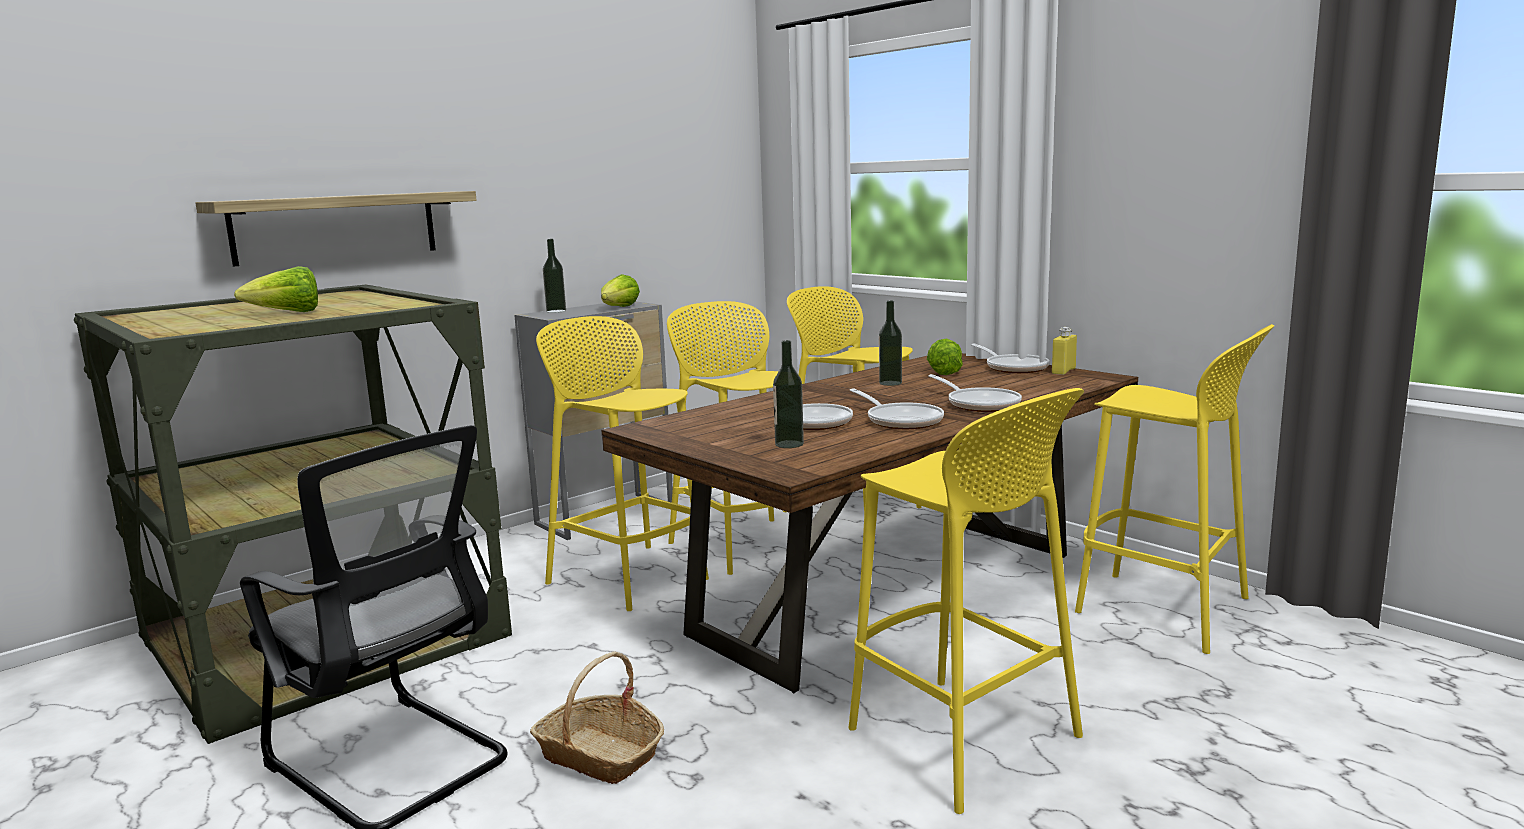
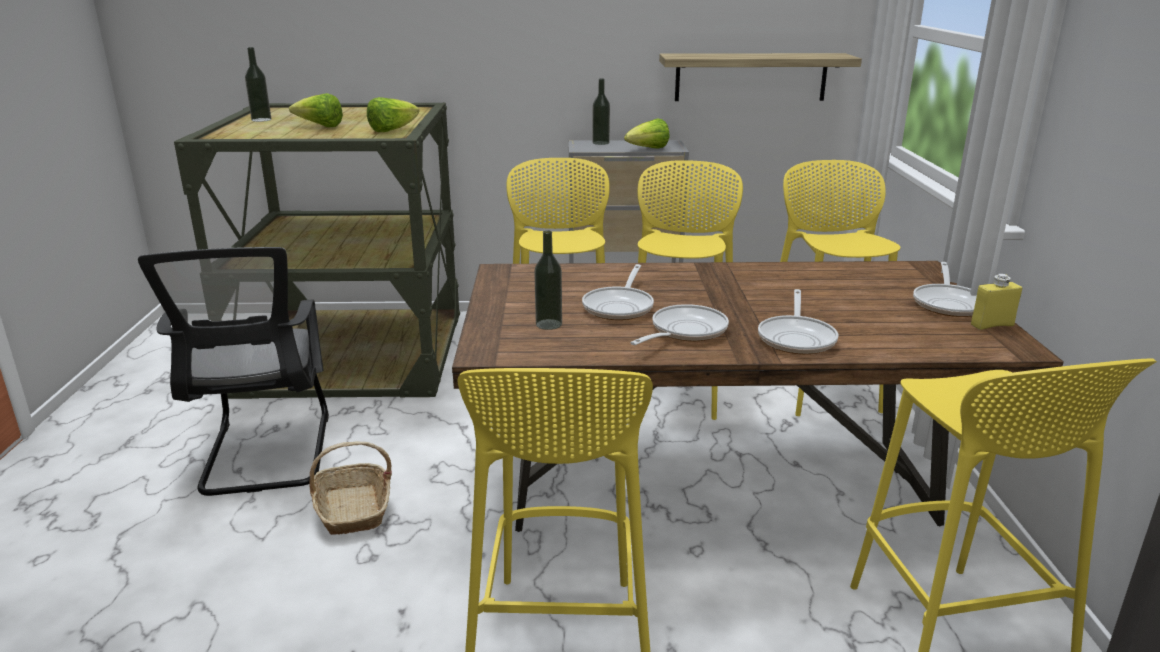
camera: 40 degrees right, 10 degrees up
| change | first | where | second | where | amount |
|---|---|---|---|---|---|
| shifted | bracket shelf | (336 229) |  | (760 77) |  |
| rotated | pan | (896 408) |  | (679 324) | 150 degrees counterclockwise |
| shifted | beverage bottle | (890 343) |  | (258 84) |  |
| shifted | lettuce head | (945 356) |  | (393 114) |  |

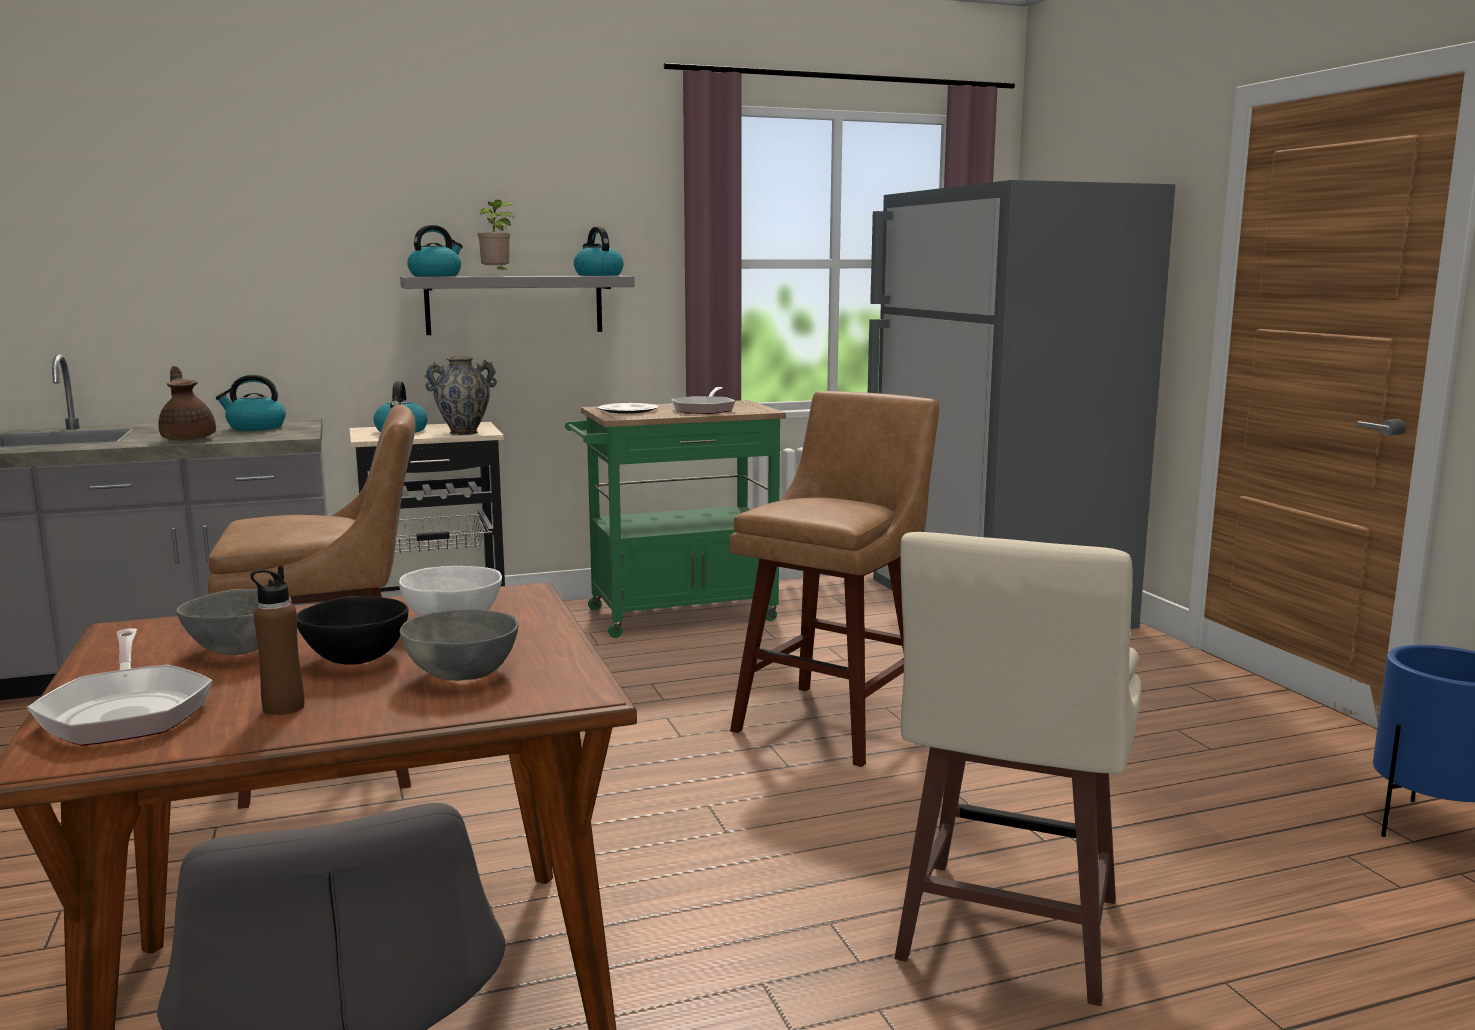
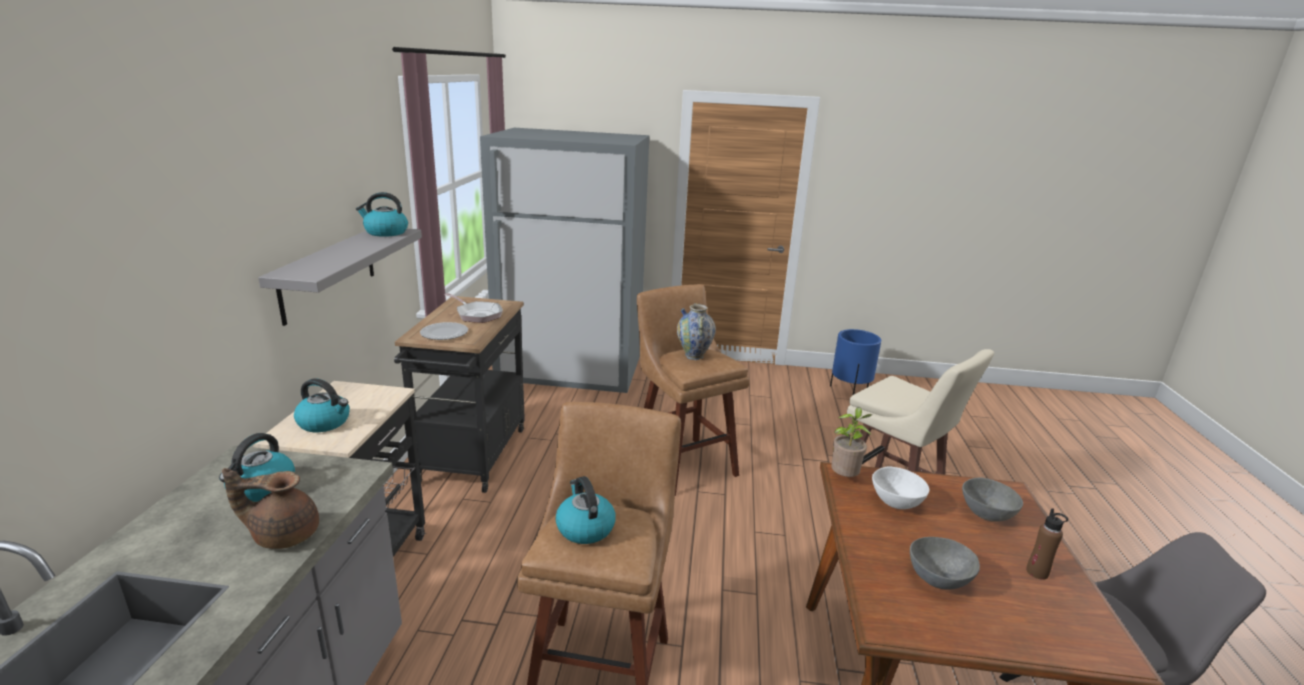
camera: 65 degrees left, 10 degrees up
| change | first | where | second | where | amount |
|---|---|---|---|---|---|
| gone | pan | (119 687) |  |  |  |
| gone | bowl/black | (352 630) |  |  |  |
| shifted | water kettle | (435 250) |  | (586 510) |  |
| shifted | decorative vase | (460 396) |  | (696 331) |  |
| shifted | houseplant | (496 237) |  | (851 442) |  |
| repainted | cart/greenish | (675 519) | cart/black | (459 394) |  |

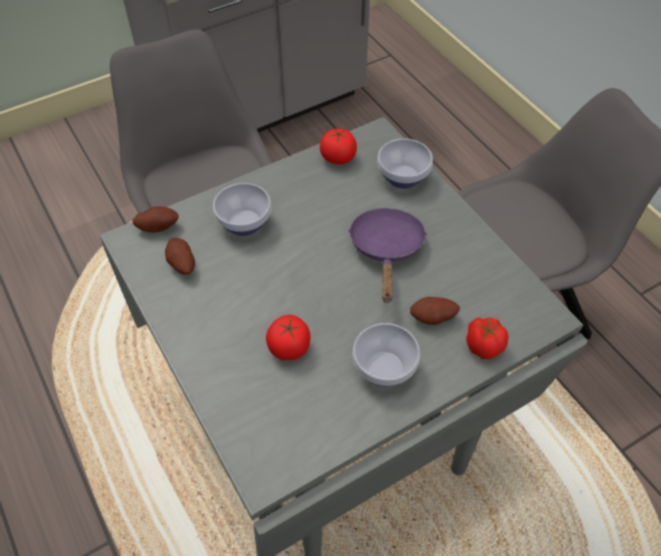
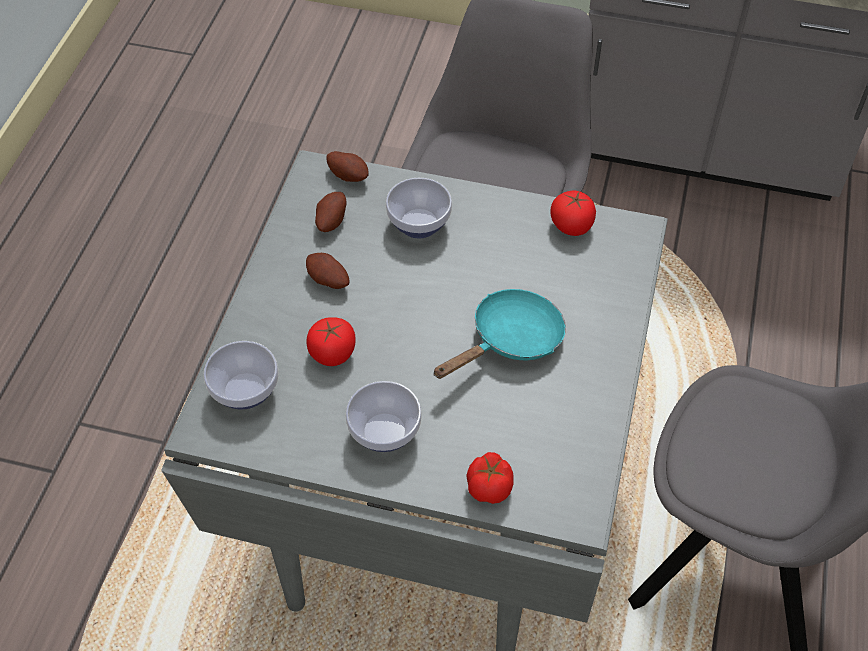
camera: 45 degrees right, 0 degrees up
| change | first | where | second | where | amount |
|---|---|---|---|---|---|
| repainted | pan/purple | (387 255) | pan/blue-green | (499 334) |  |
| shifted | bowl | (405 164) |  | (241 375) |  |
| shifted | spud | (435 311) |  | (328 271) |  |

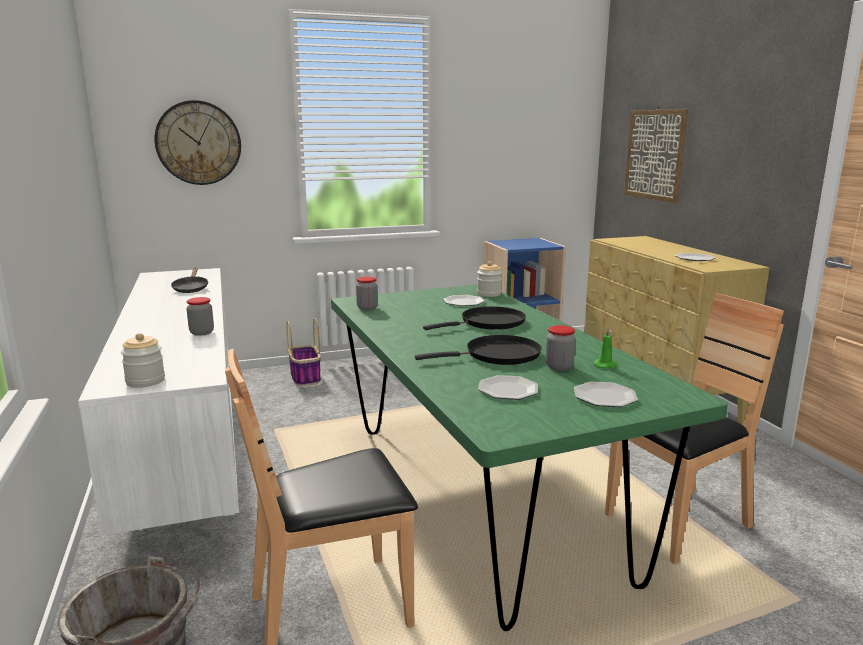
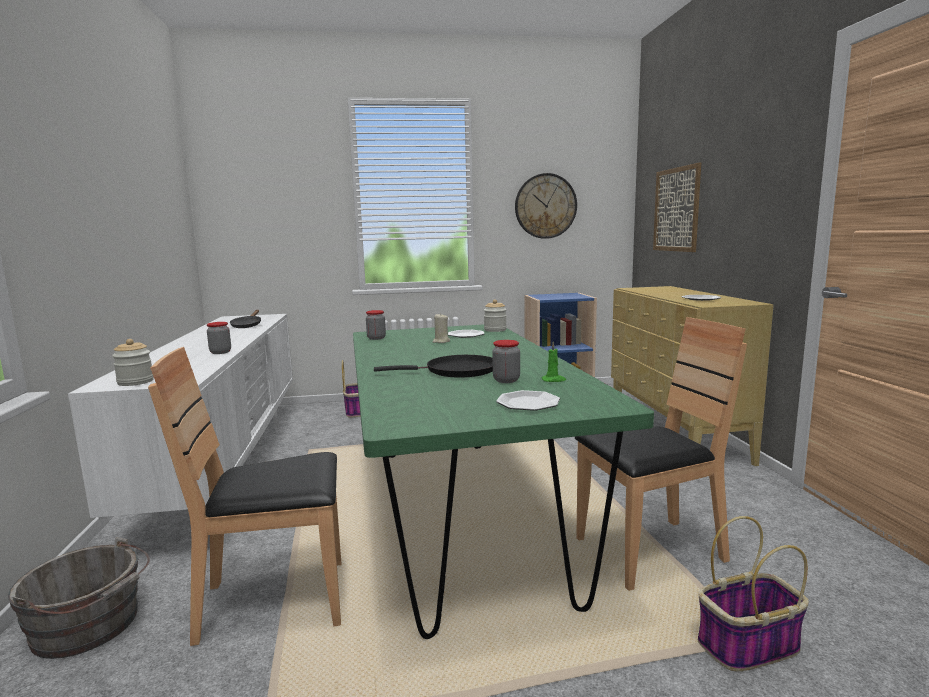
camera: 10 degrees right, 5 degrees down
| change | first | where | second | where | amount |
|---|---|---|---|---|---|
| shifted | hanging clock | (197 142) |  | (546 206) |  |
| gone | pan/black | (474 318) |  |  |  |
| gone | flat dish | (508 387) |  |  |  |
| new |  |  | candle/beige-coloured | (441 328) |  |
| new |  |  | household basket | (753 593) |  |

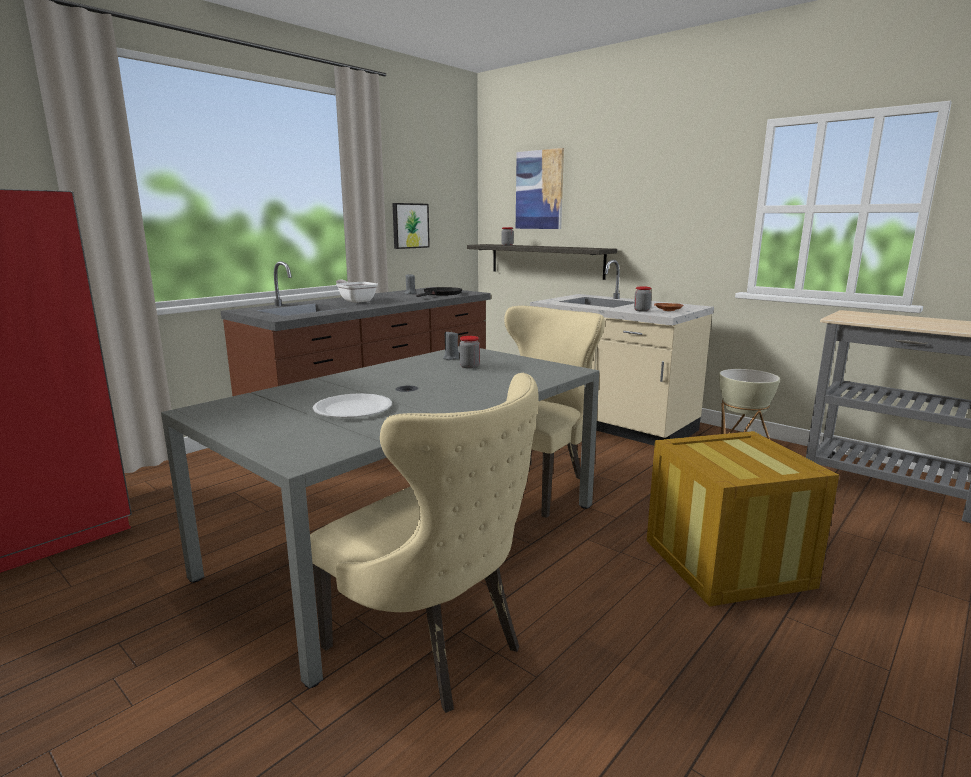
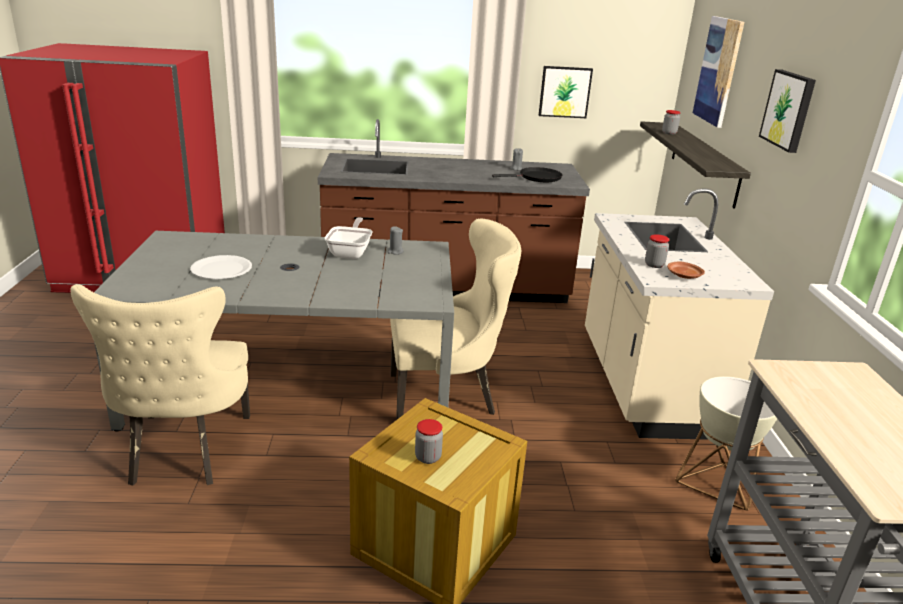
camera: 45 degrees right, 10 degrees up
| change | first | where | second | where | amount |
|---|---|---|---|---|---|
| shifted | pan | (357 291) |  | (348 238) |  |
| shifted | storage jar | (469 352) |  | (429 441) |  |
| new |  |  | picture | (787 111) |  |

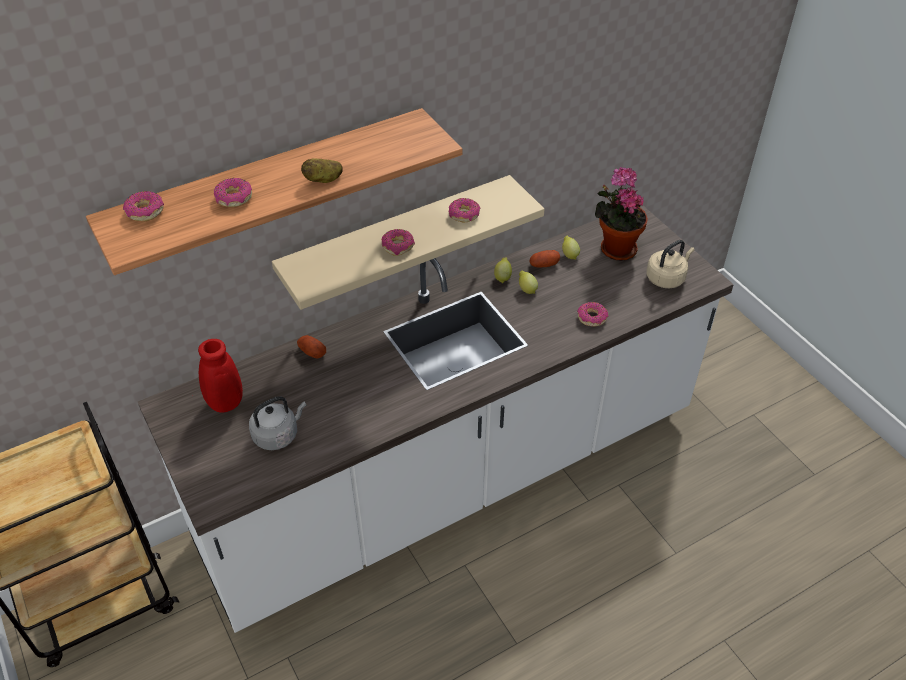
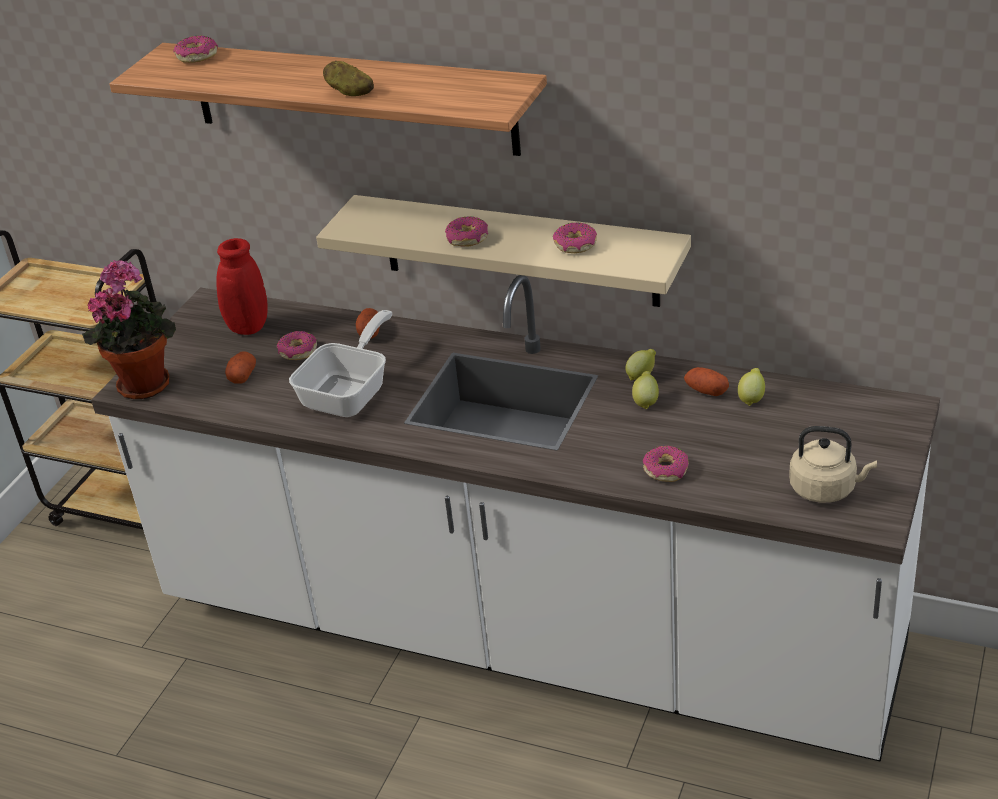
camera: 55 degrees right, 10 degrees down
| change | first | where | second | where | amount |
|---|---|---|---|---|---|
| shifted | ring doughnut | (233 192) |  | (297 345) |  |
| swapped | water kettle/greyish | (277 423) | spud | (240 367) |  |
| shifted | houseplant | (621 214) |  | (129 329) |  |
| new |  |  | pan | (340 363) |  |

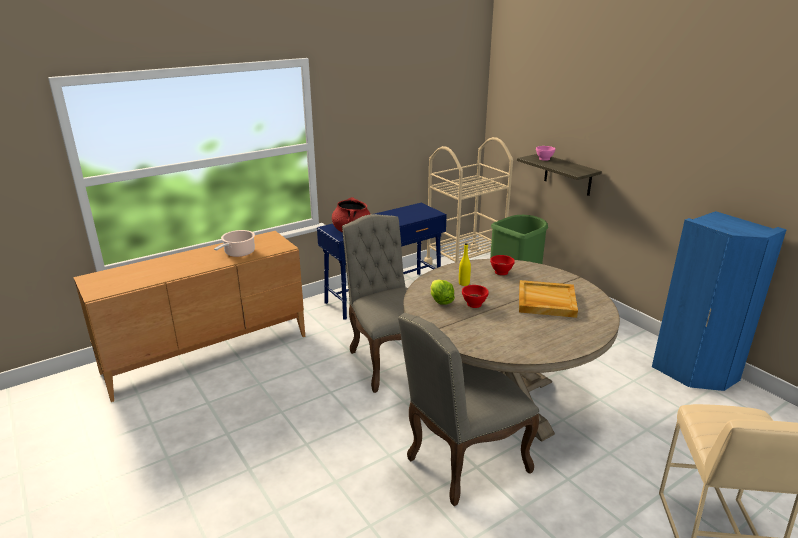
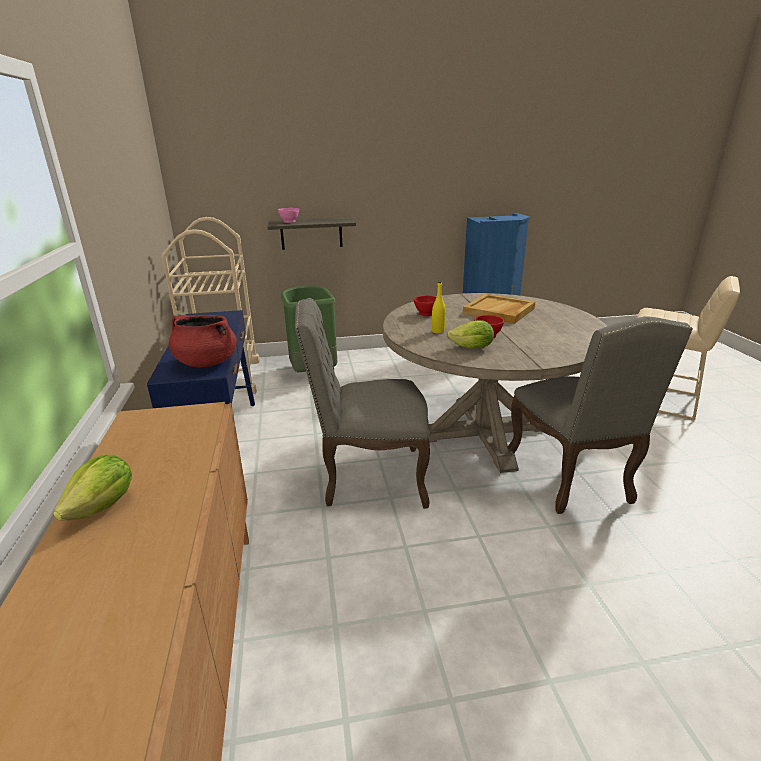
camera: 65 degrees left, 0 degrees up
| change | first | where | second | where | amount |
|---|---|---|---|---|---|
| gone | stockpot | (234 243) |  |  |  |
| new |  |  | lettuce head | (92 488) |  |

